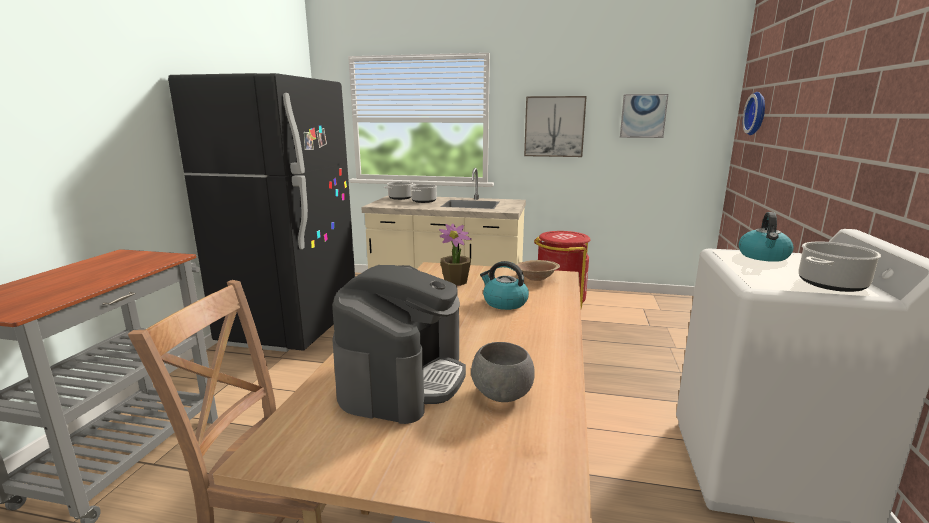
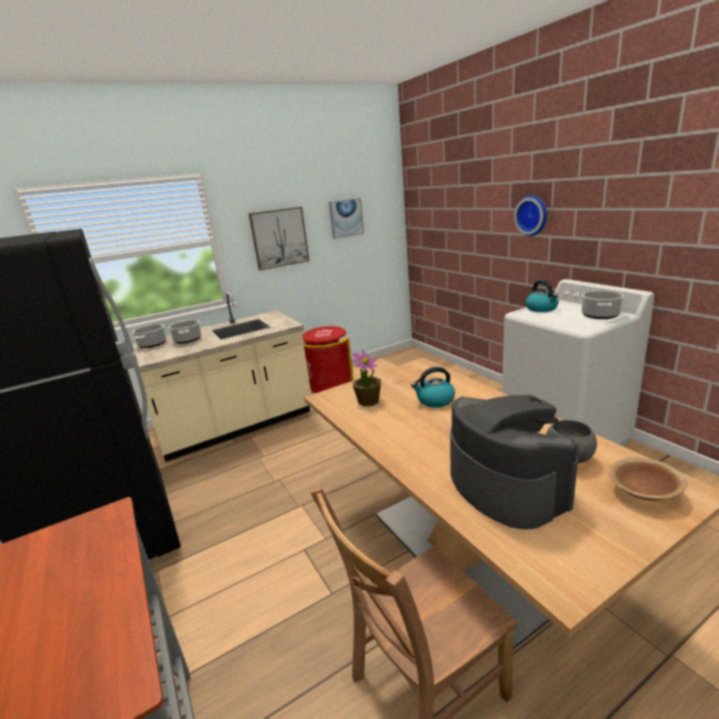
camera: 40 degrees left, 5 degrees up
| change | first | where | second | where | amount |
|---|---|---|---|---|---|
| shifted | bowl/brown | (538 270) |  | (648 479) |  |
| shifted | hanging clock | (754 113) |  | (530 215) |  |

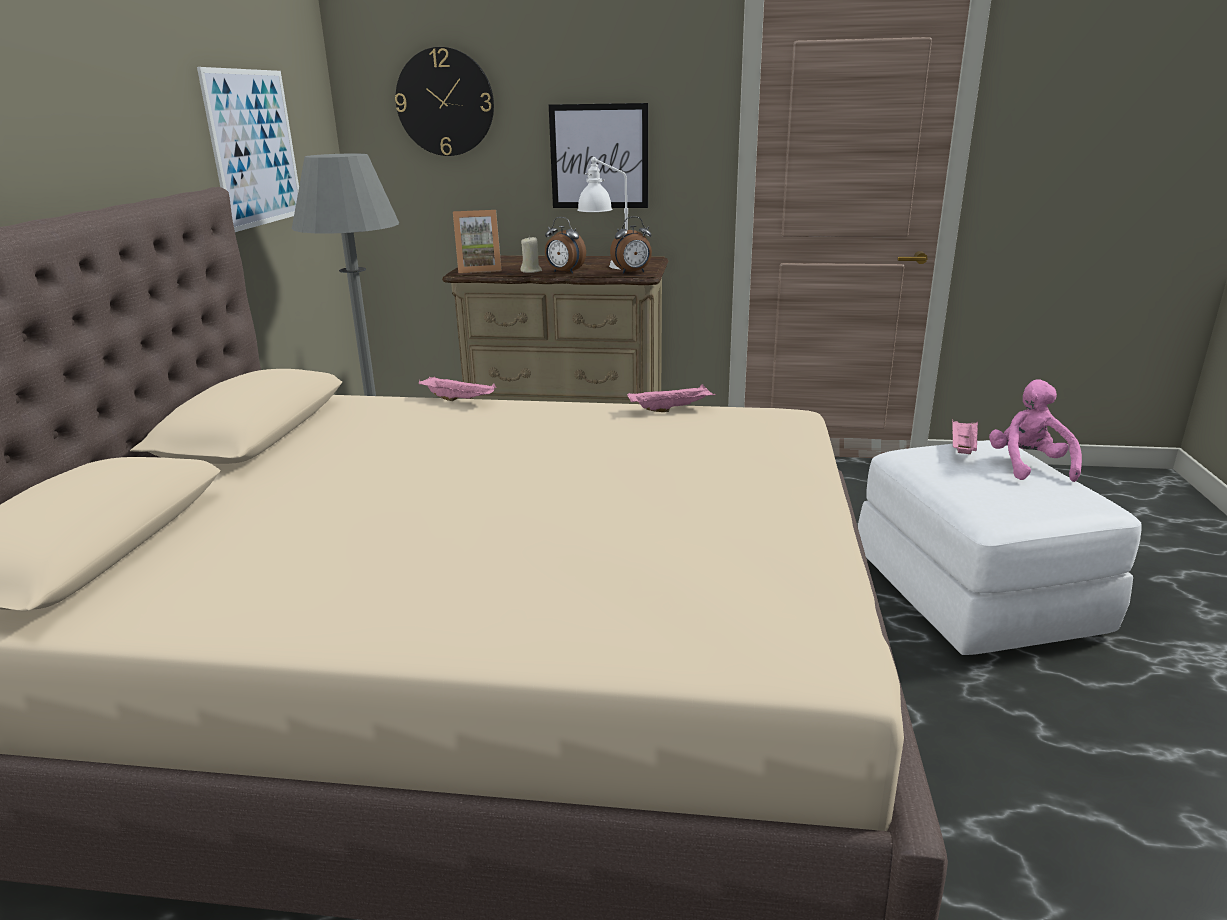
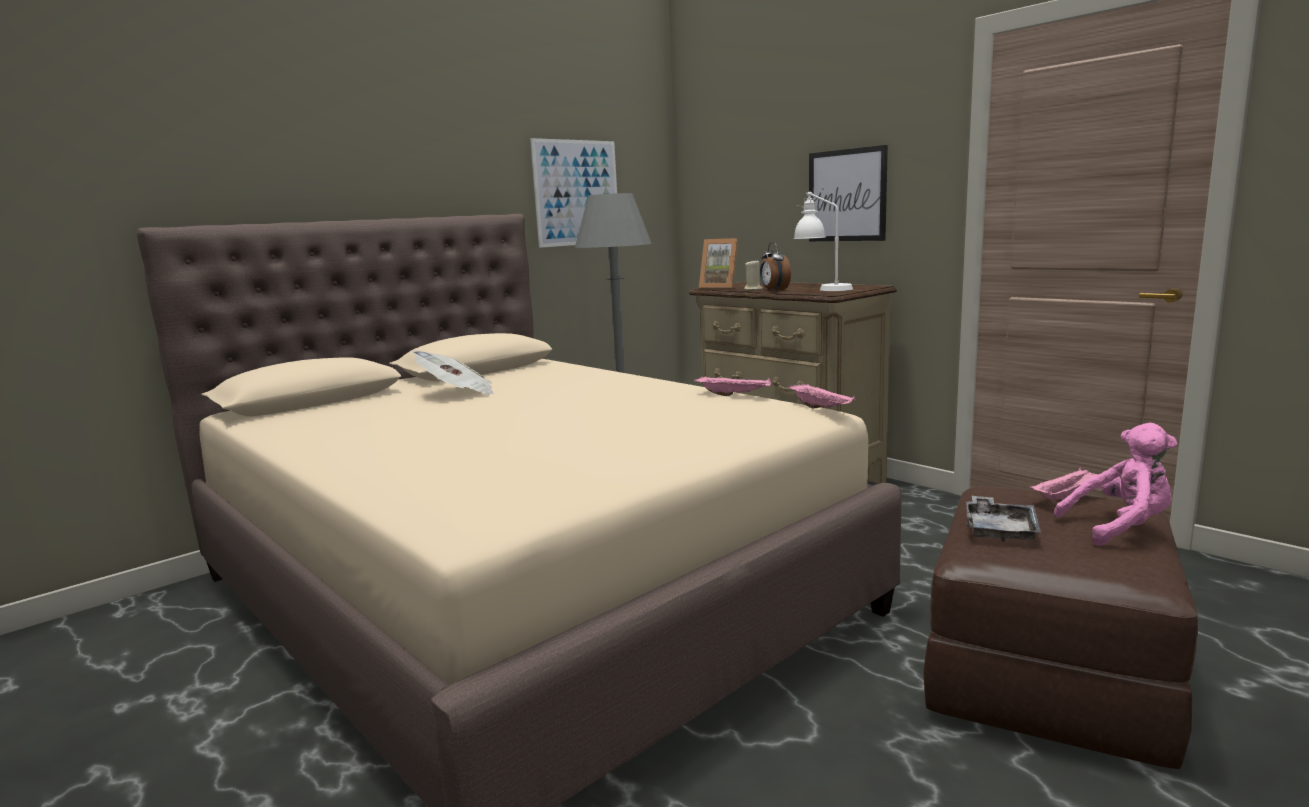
camera: 40 degrees right, 10 degrees down
| change | first | where | second | where | amount |
|---|---|---|---|---|---|
| gone | hanging clock | (444 101) |  |  |  |
| shifted | tray/pink-coloured | (457 388) |  | (822 396) |  |
| gone | bedside clock | (631 245) |  |  |  |
| repainted | footrest/whitish | (999 547) | footrest/brown | (1060 627) |  |
| rotated | soft toy/pink-coloured | (1035 430) |  | (1116 484) | 45 degrees clockwise |
| new |  |  | newspaper | (453 373) |  |
| new |  |  | tray/greyish | (1003 519) |  |

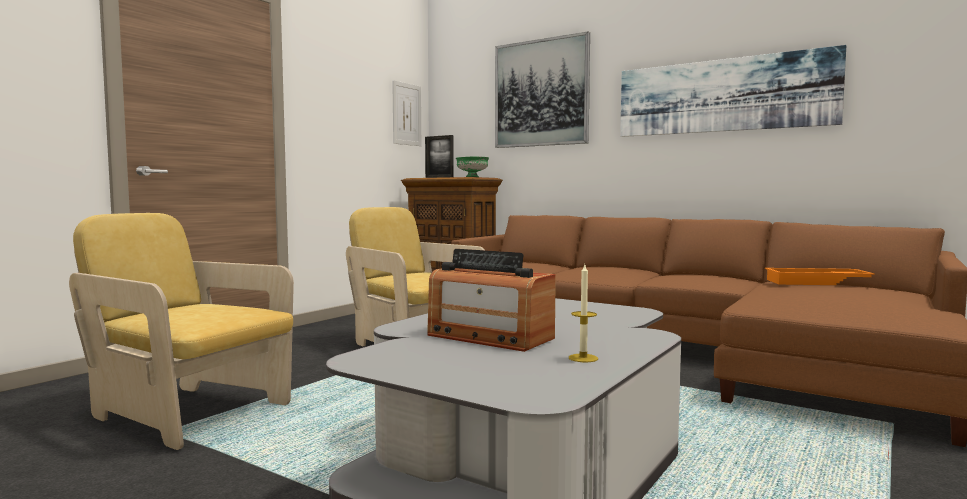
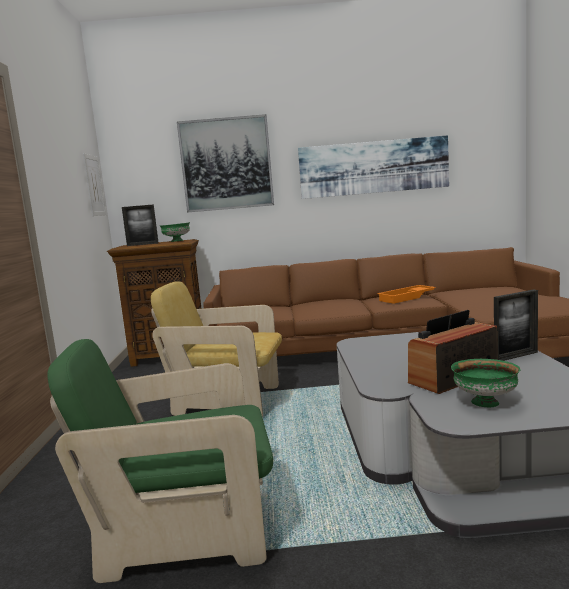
camera: 35 degrees left, 5 degrees up
| change | first | where | second | where | amount |
|---|---|---|---|---|---|
| repainted | easy chair/yellowish | (181 331) | easy chair/greenish | (160 461) |  |
| rotated | radio | (491 300) |  | (452 352) | 150 degrees clockwise |
| gone | candle | (583 313) |  |  |  |
| shifted | tray/orangey | (820 276) |  | (406 294) |  |
| new |  |  | bowl/greenish | (486 383) |  |
| new |  |  | photo frame | (516 325) |  |

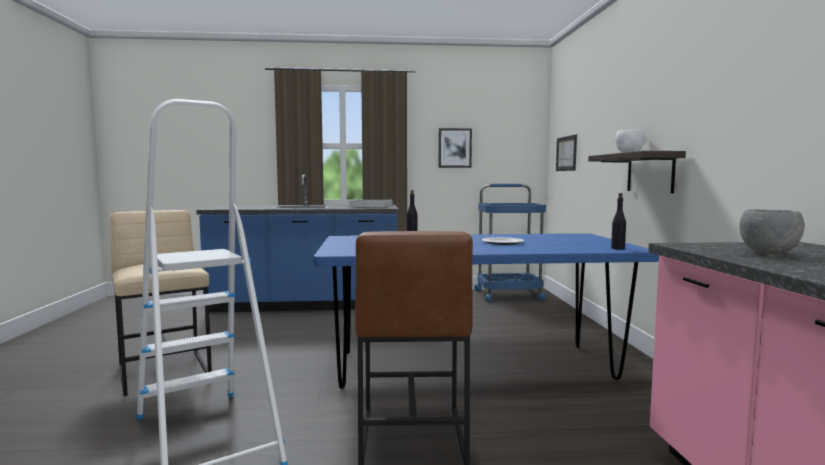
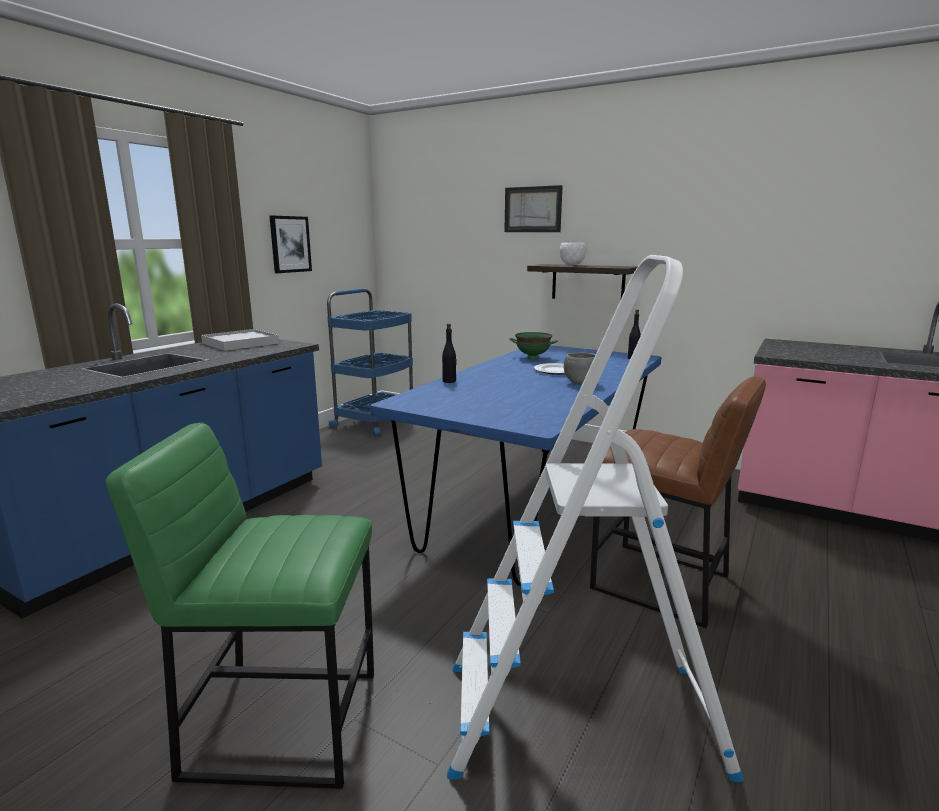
camera: 55 degrees left, 10 degrees up
| change | first | where | second | where | amount |
|---|---|---|---|---|---|
| repainted | upright chair/beige-coloured | (161 303) | upright chair/greenish | (240 606) |  |
| shifted | picture | (566 153) |  | (533 208) |  |
| shifted | bowl/greyish | (772 231) |  | (579 368) |  |
| new |  |  | bowl/greenish | (534 345) |  |

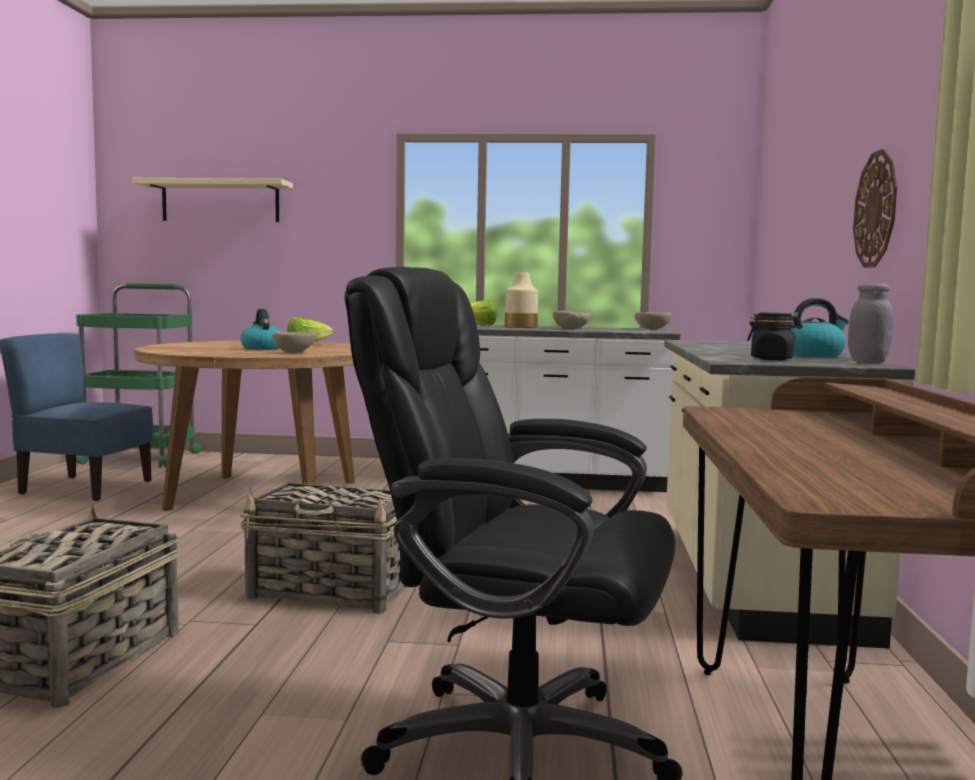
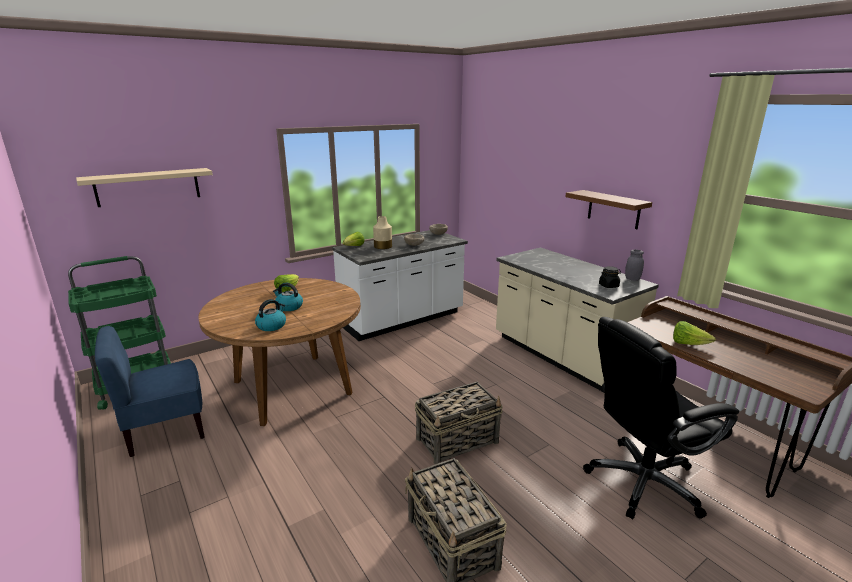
camera: 40 degrees left, 15 degrees up
| change | first | where | second | where | amount |
|---|---|---|---|---|---|
| gone | bowl/beige-coloured | (294 342) |  |  |  |
| shifted | water kettle | (820 327) |  | (270 315) |  |
| swapped | hanging clock | (875 208) | bracket shelf/brown | (609 209) |  |
| new |  |  | lettuce head | (694 333) |  |

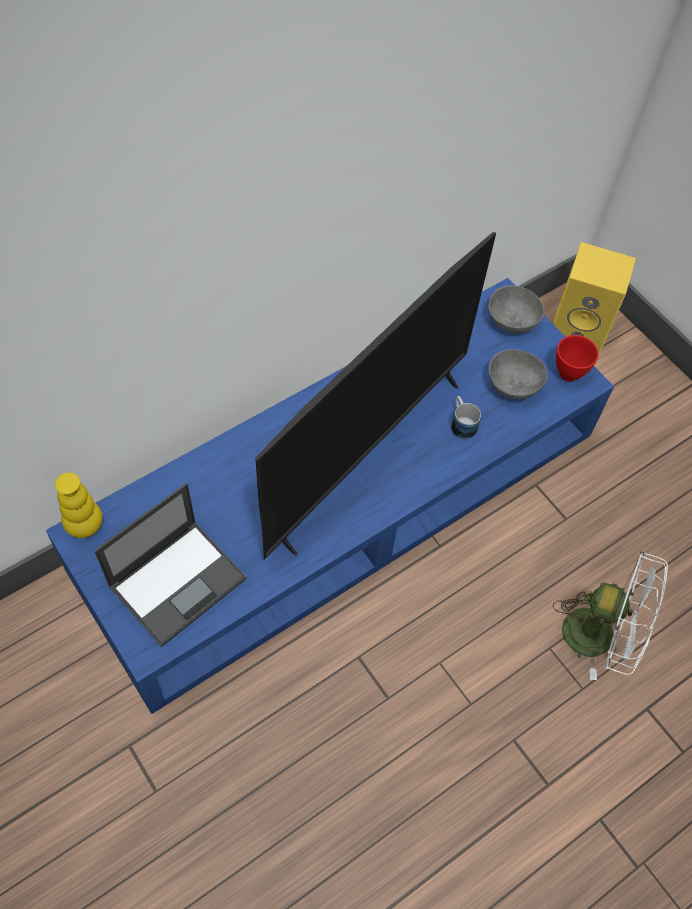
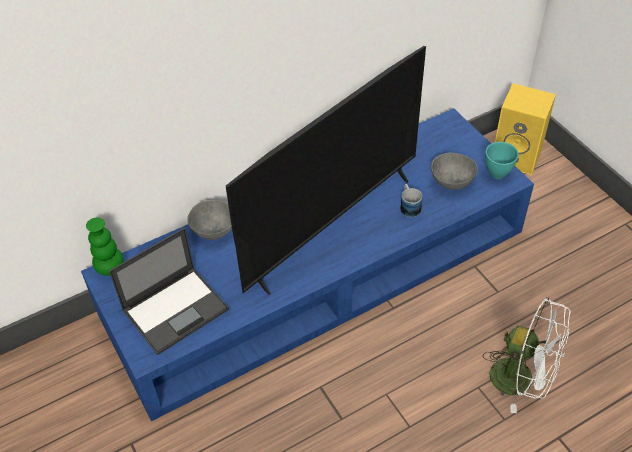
camera: 10 degrees right, 10 degrees down
| change | first | where | second | where | amount |
|---|---|---|---|---|---|
| repainted | decorative vase/yellowish | (79 505) | decorative vase/greenish | (105 247) |  |
| shifted | bowl/greyish | (516 309) |  | (209 220) |  |
| repainted | bowl/red-coloured | (577 358) | bowl/blue-green | (502 160) |  |

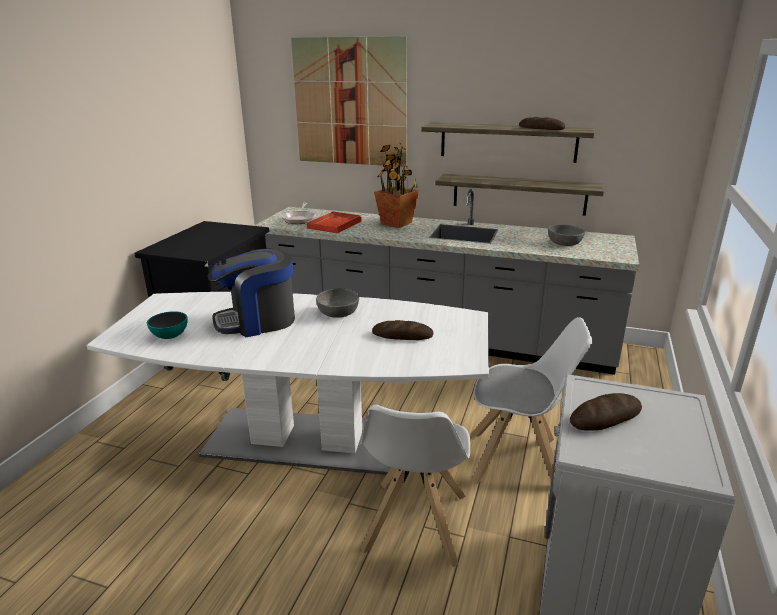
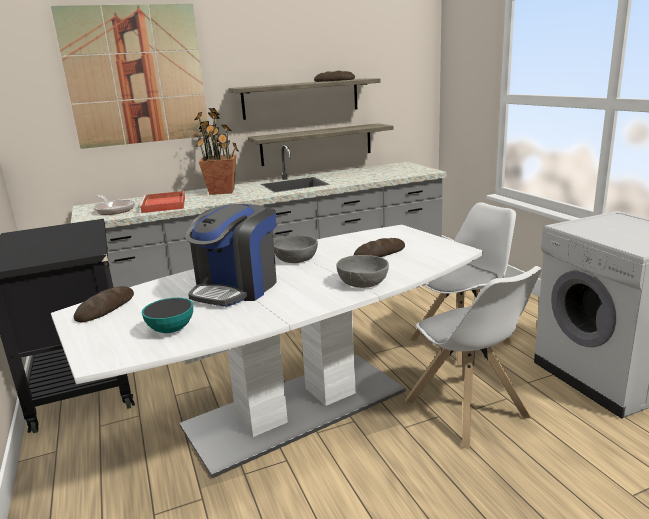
camera: 40 degrees left, 5 degrees down
| change | first | where | second | where | amount |
|---|---|---|---|---|---|
| shifted | bowl/greyish | (566 235) |  | (363 271) |  |
| shifted | baked bread | (606 411) |  | (104 304) |  |

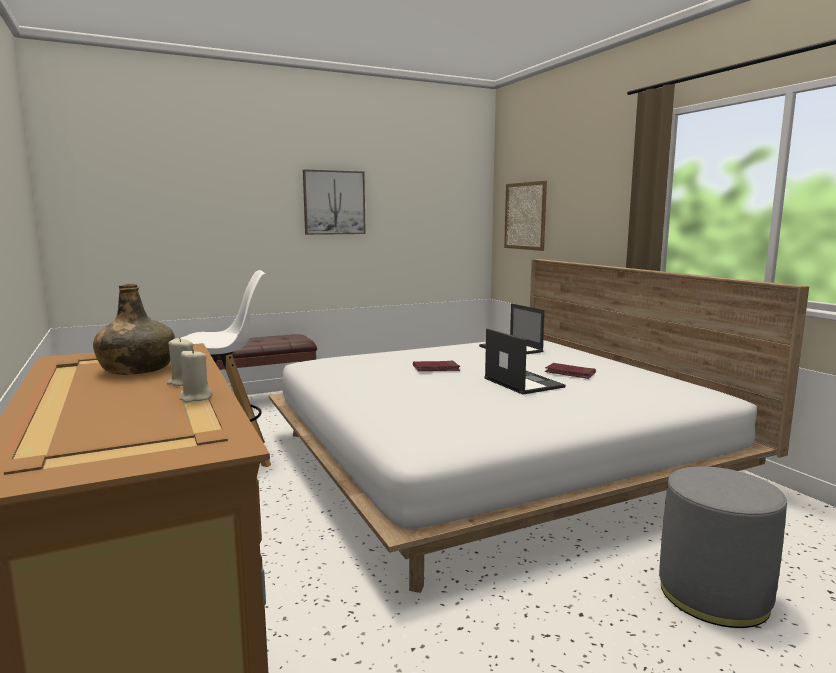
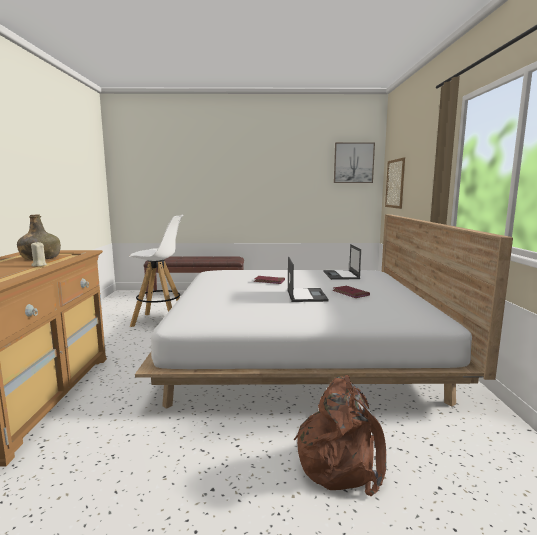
camera: 25 degrees right, 0 degrees up
| change | first | where | second | where | amount |
|---|---|---|---|---|---|
| gone | candle/beige-coloured | (196 375) |  |  |  |
| shifted | picture | (334 202) |  | (354 162) |  |
| swapped | footrest/greyish | (723 547) | knapsack/brown | (340 435) |  |

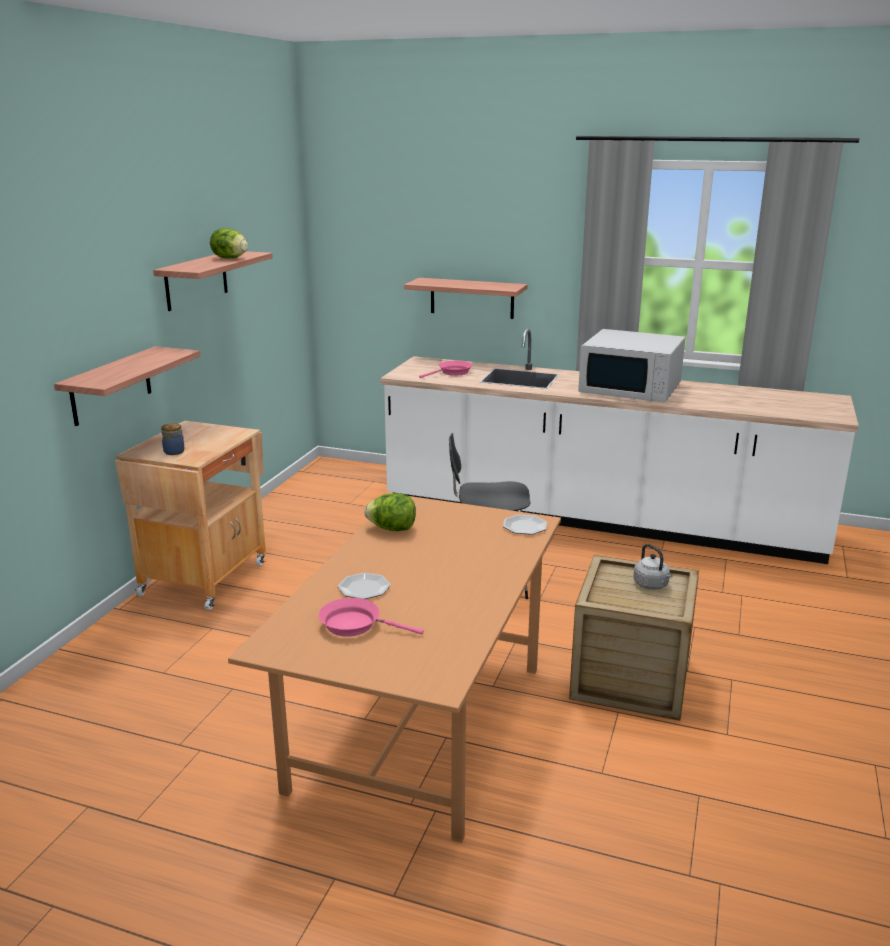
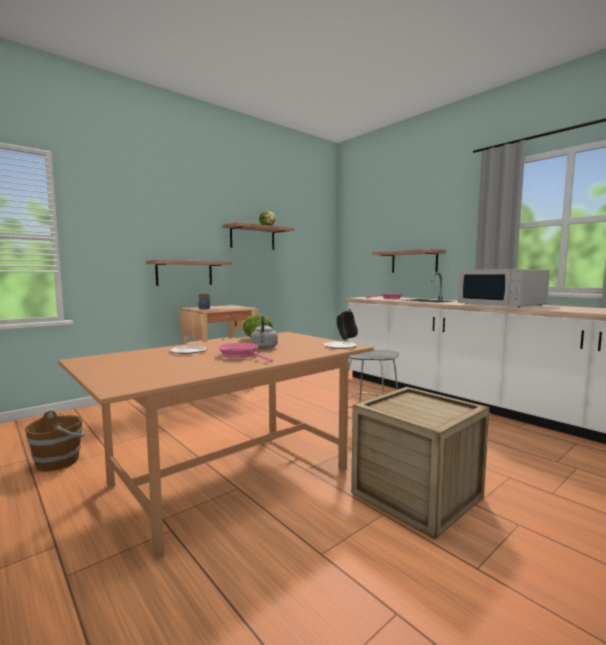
camera: 30 degrees right, 15 degrees down
| change | first | where | second | where | amount |
|---|---|---|---|---|---|
| shifted | pan/pink-coloured | (370 617) |  | (245 352) |  |
| shifted | water kettle/greyish | (653 567) |  | (264 331) |  |
| new |  |  | water bucket/brown | (55 441) |  |

